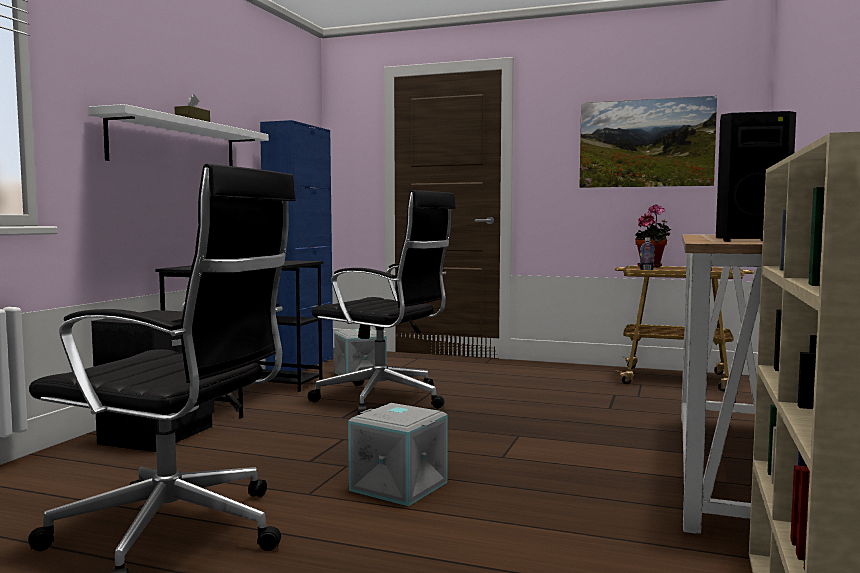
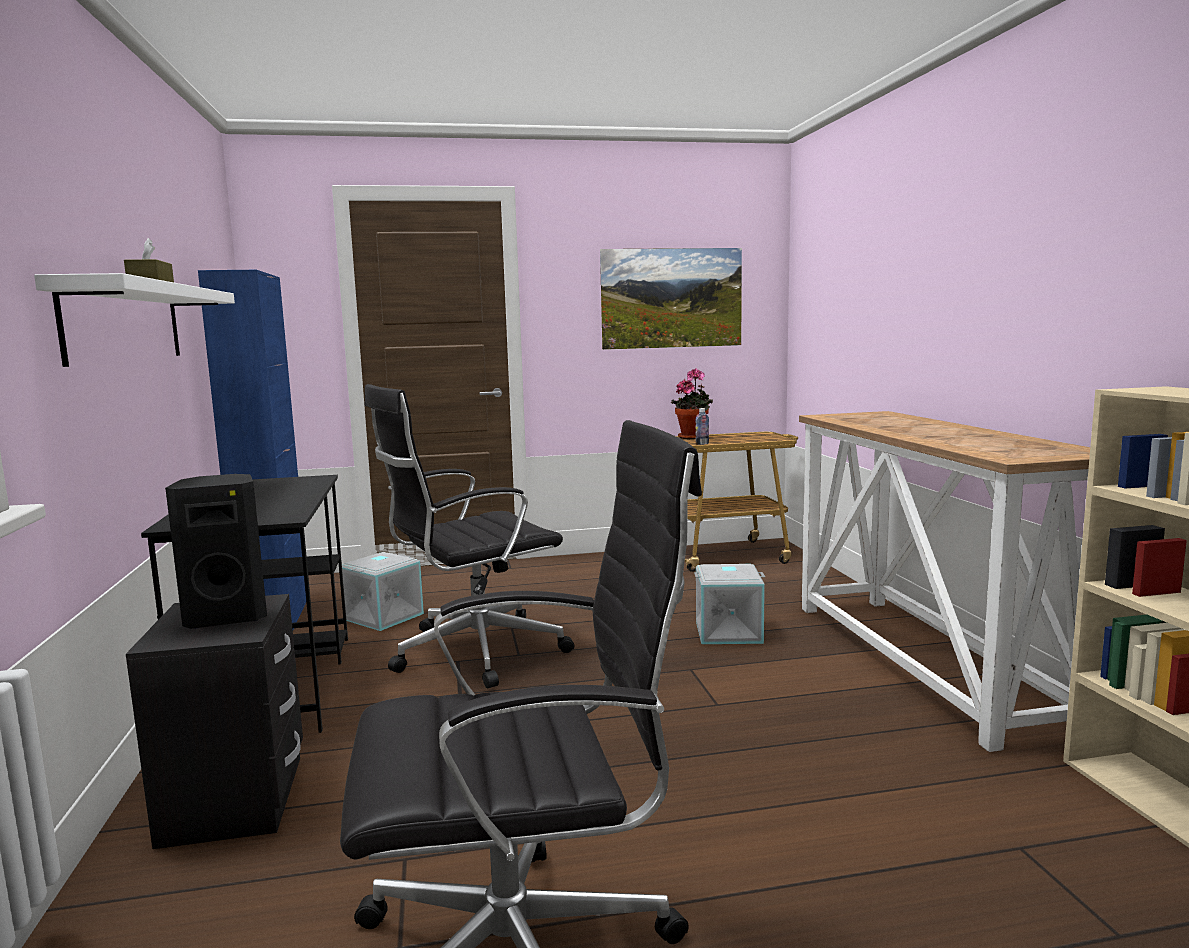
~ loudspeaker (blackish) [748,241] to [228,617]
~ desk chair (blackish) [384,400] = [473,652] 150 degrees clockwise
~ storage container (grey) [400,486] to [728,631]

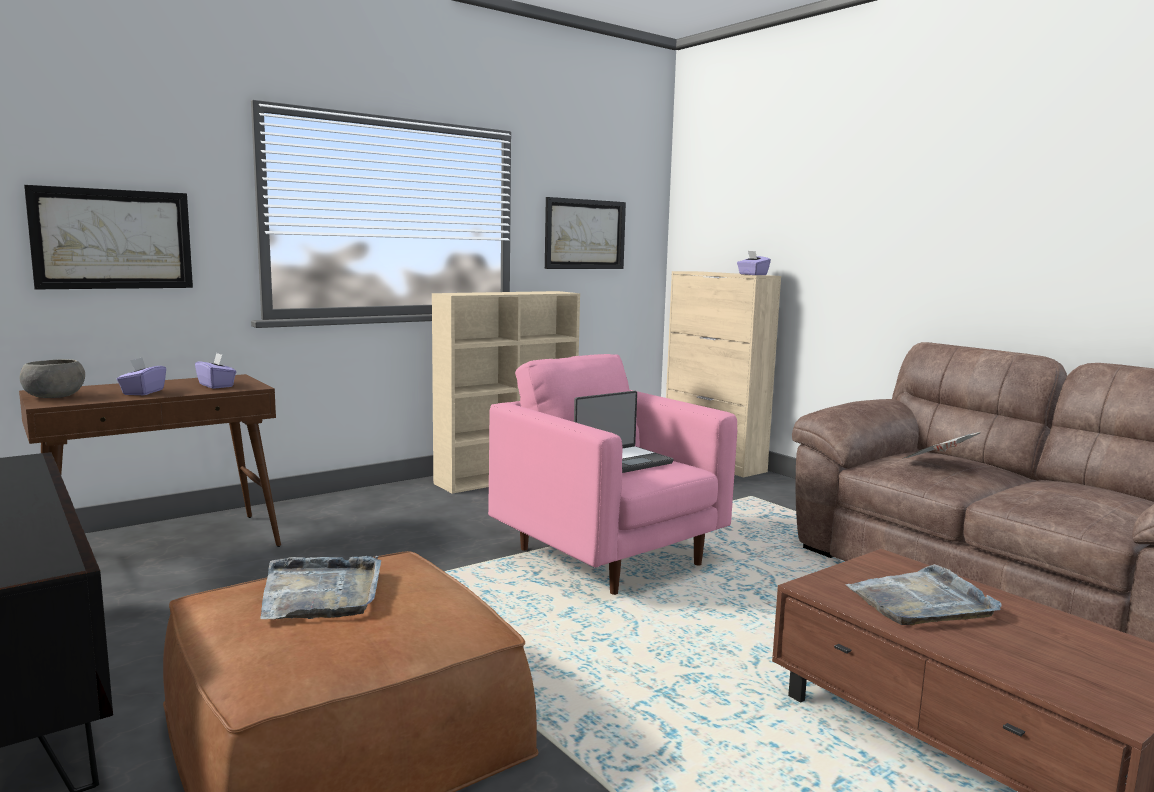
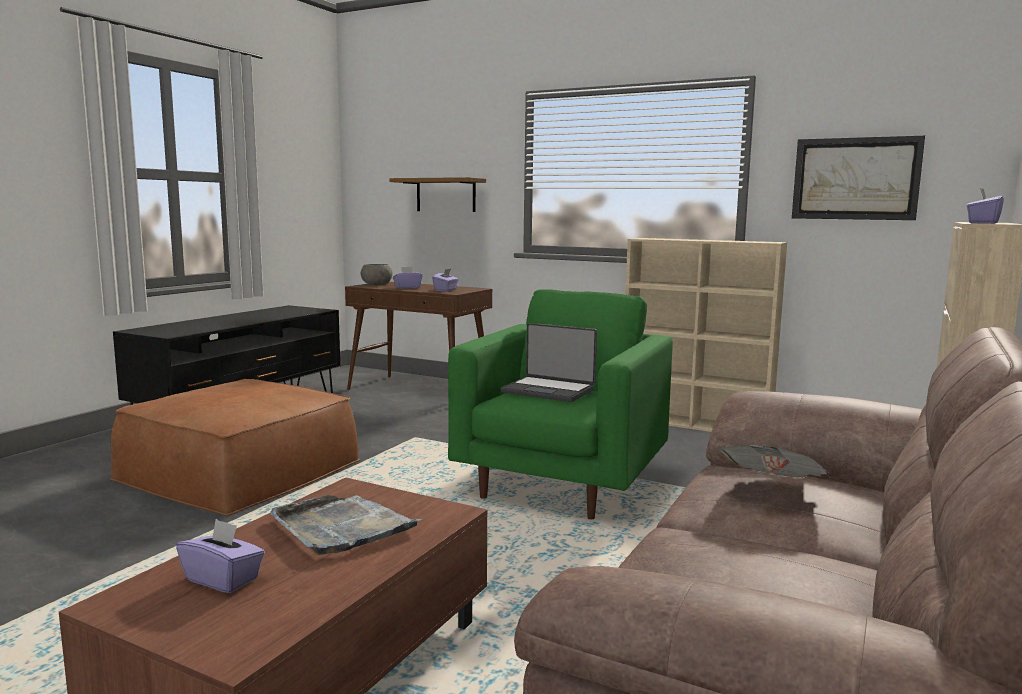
+ tissue box (purple) [223,579]
~ wall picture [113,239] to wall shelf [446,195]
~ easy chair (pinkish) [609,557] to easy chair (greenish) [562,485]
- carrying tray (grey) [321,592]

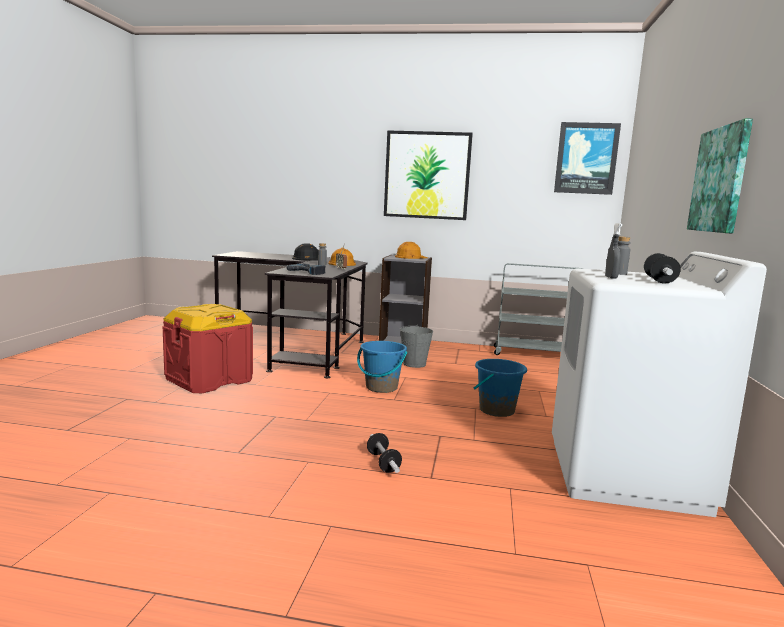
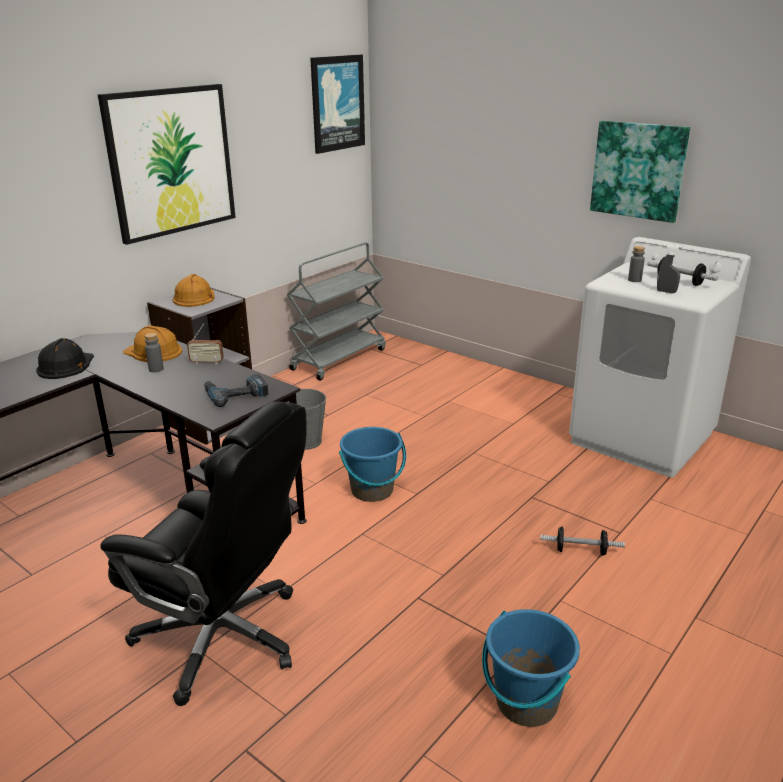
~ storage container (red) [209,380] to desk chair (blackish) [223,637]
~ bucket (bluish) [496,410] to [526,702]

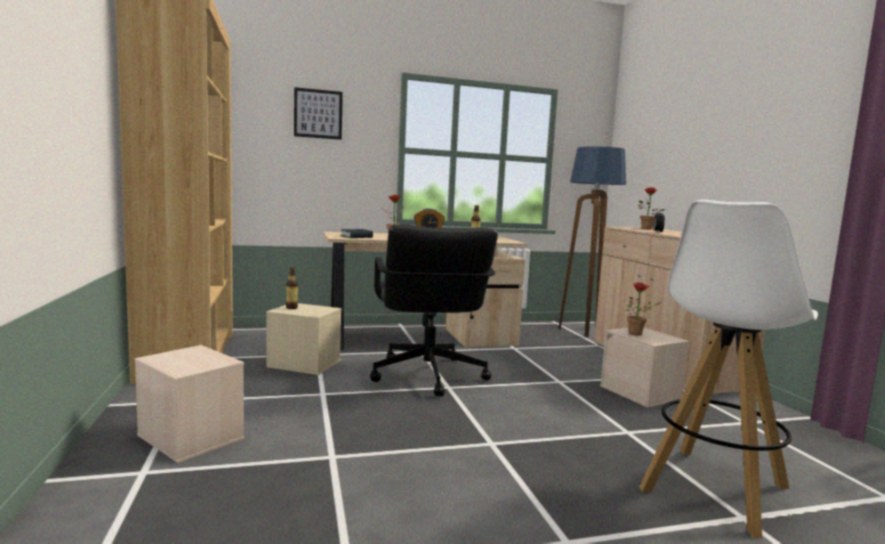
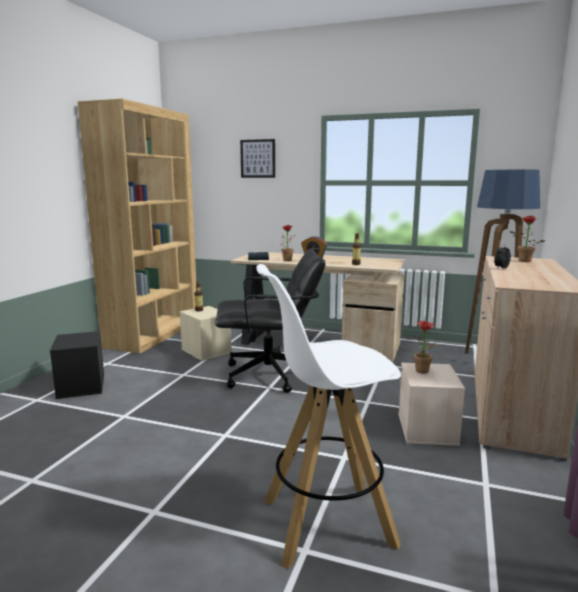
~ storage container (beige-coloured) [189,437] to storage container (blackish) [80,385]
~ desk chair (blackish) [427,375] = [270,375] 120 degrees counterclockwise

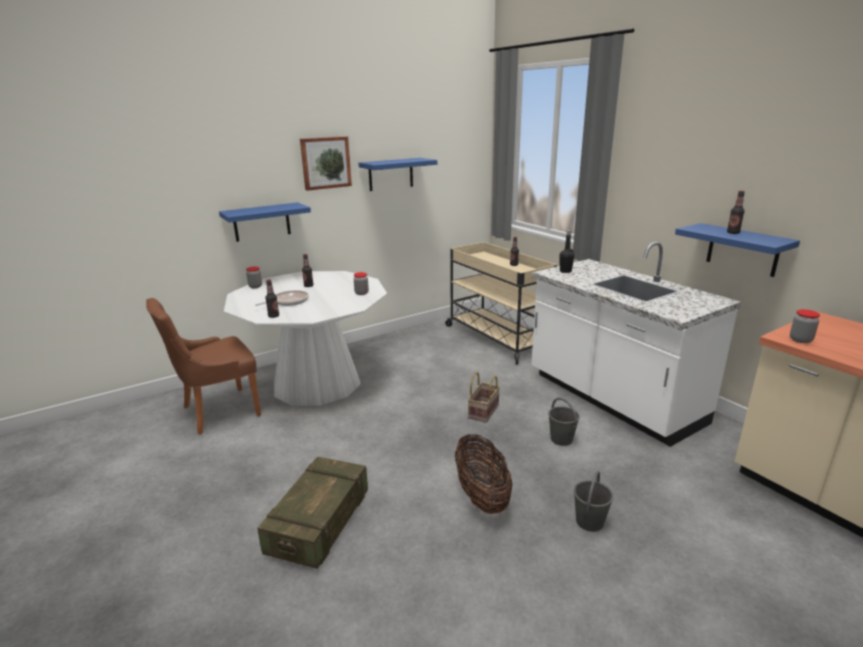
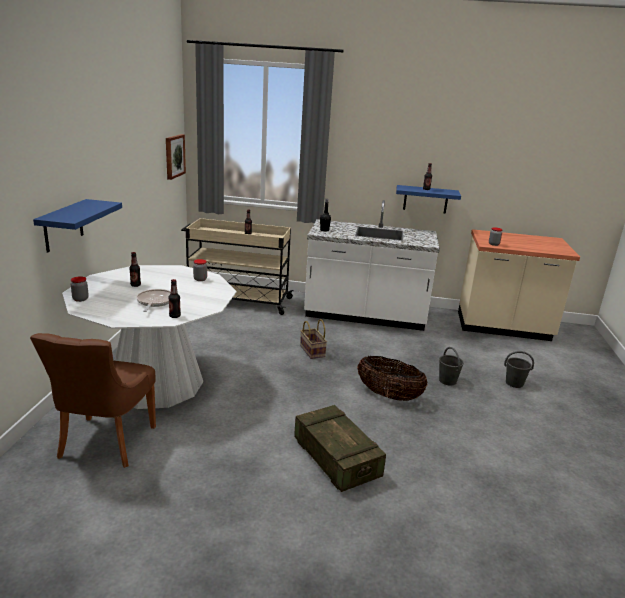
~ wall picture [325,163] to [174,156]
~ bucket (grey) [561,439] to [514,383]
- wall shelf (bluish) [391,174]

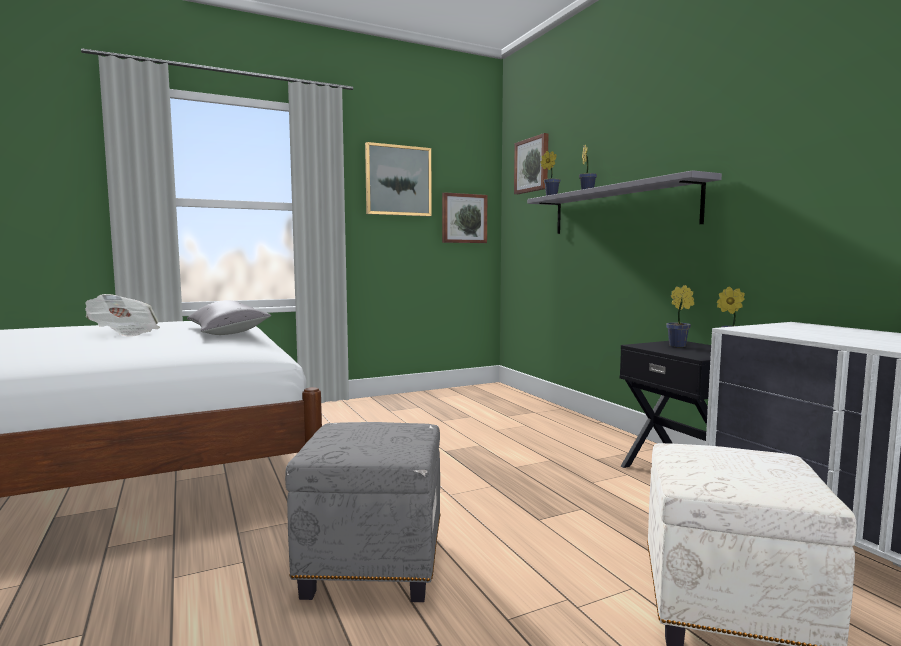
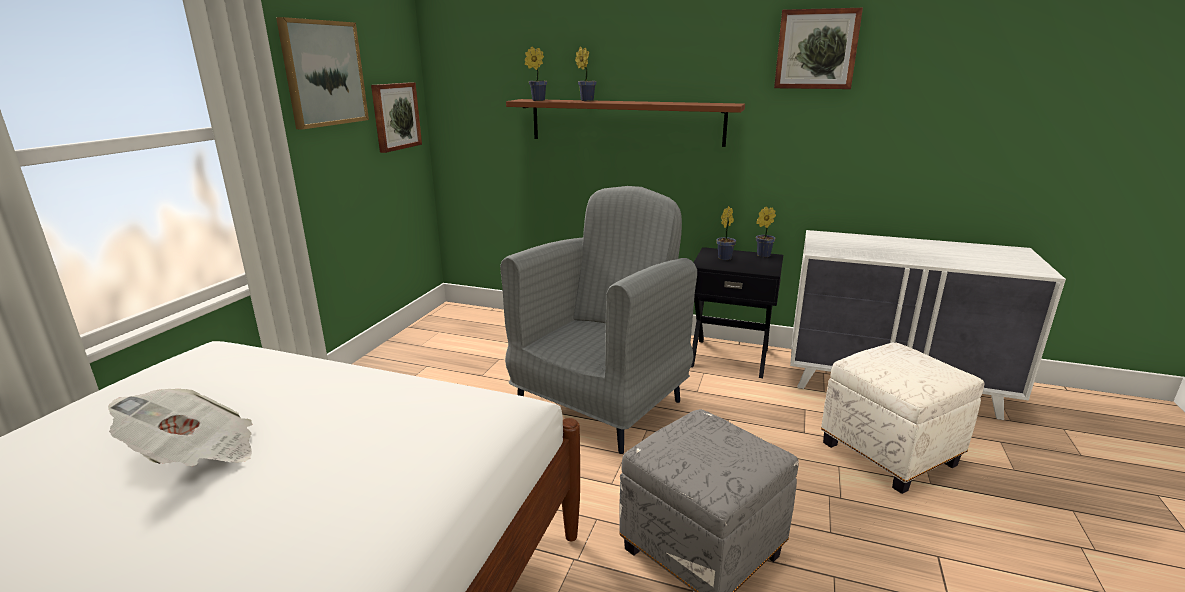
+ easy chair (grey) [601,404]
~ wall shelf (grey) [619,209] to wall shelf (brownish) [625,122]
~ wall picture [532,165] to [816,49]
- pillow (grey) [226,331]

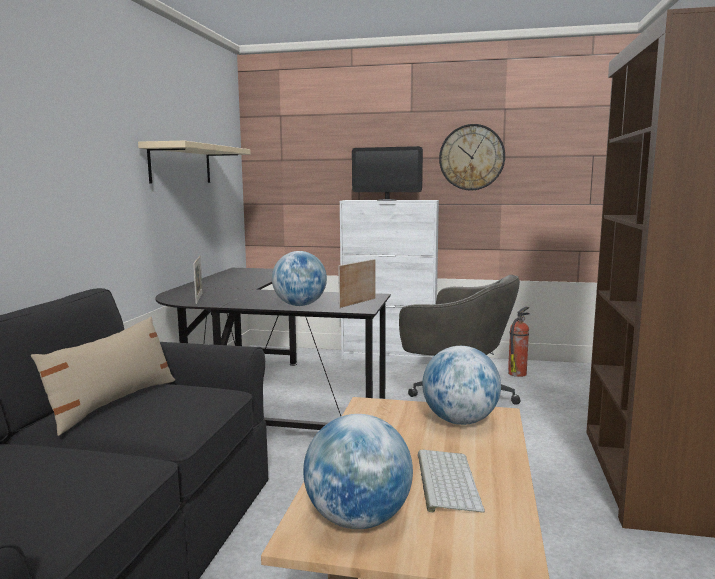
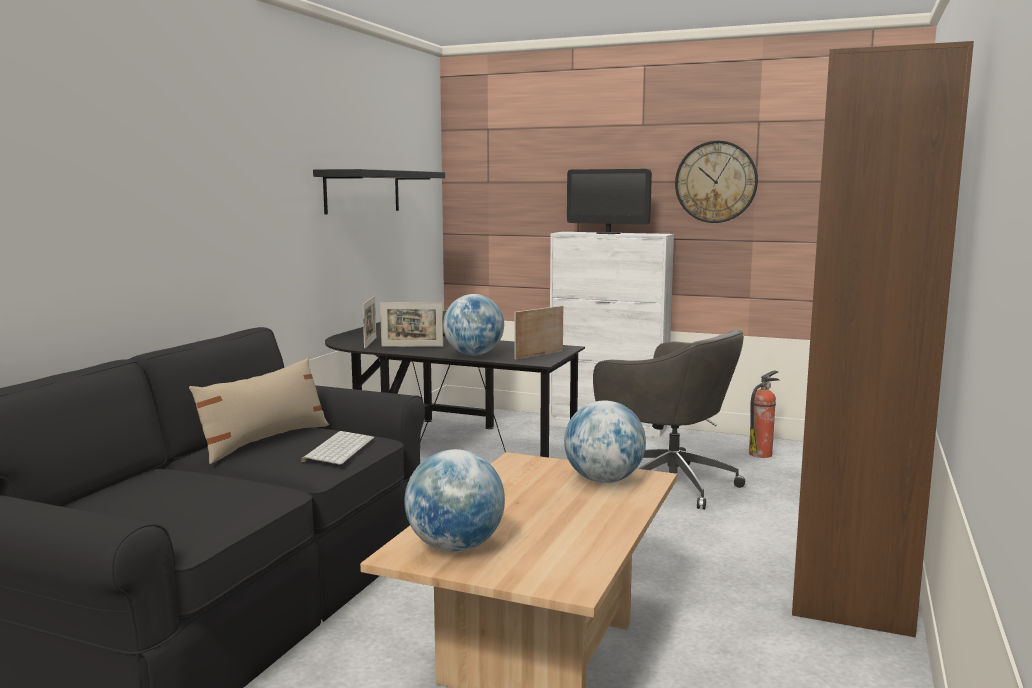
~ keyboard [445,480] to [338,449]
~ wall shelf (beige-coloured) [181,164] to wall shelf (blackish) [363,191]
+ picture frame [412,346]

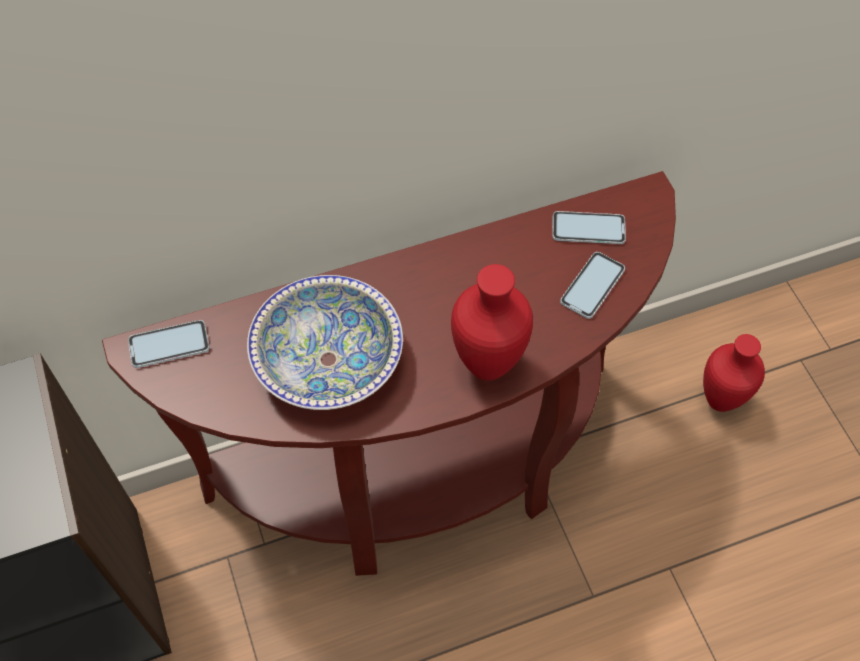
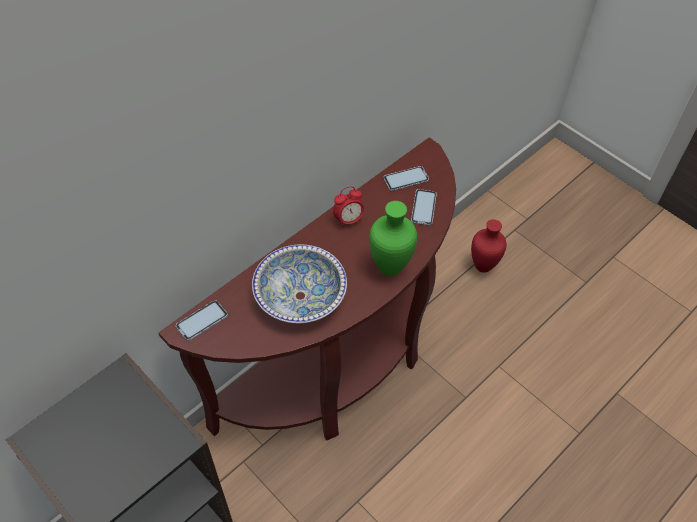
+ bedside clock [348,220]
~ flower vase (red) [489,364] to flower vase (greenish) [390,266]

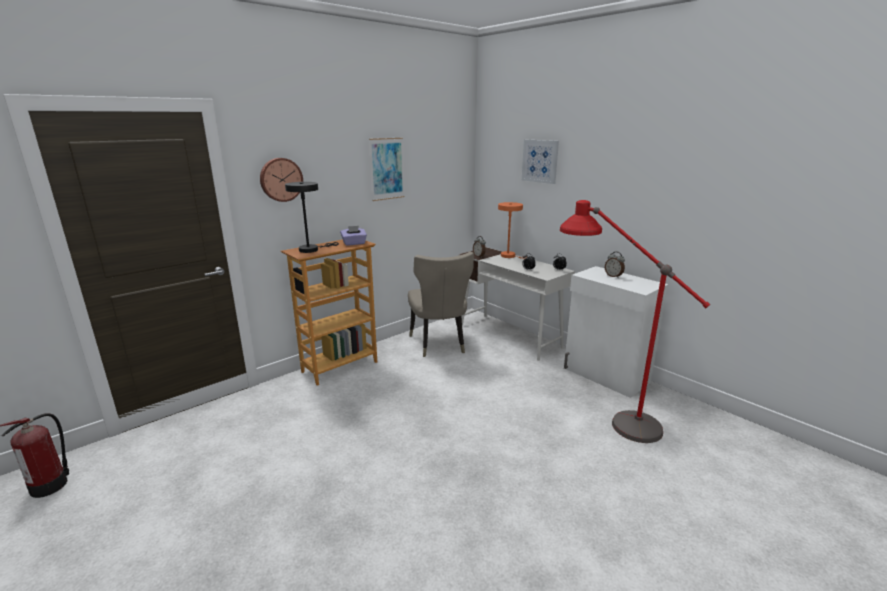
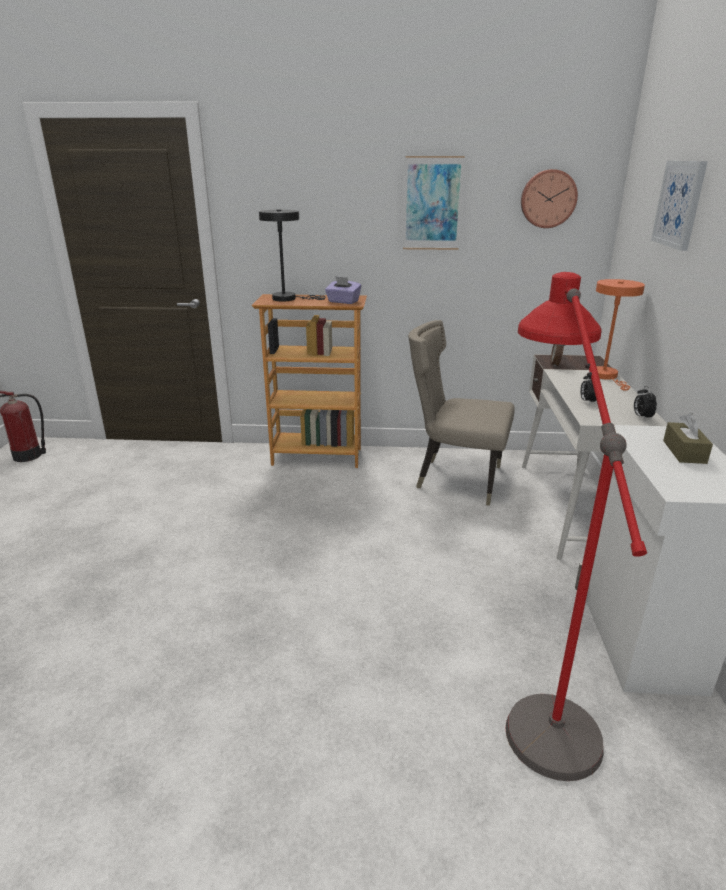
~ upright chair (beige-coloured) [439,344] = [455,479] 75 degrees clockwise
~ clock on the wall [281,179] to [548,199]
~ bedside clock [613,276] to tissue box (brownish) [684,452]

